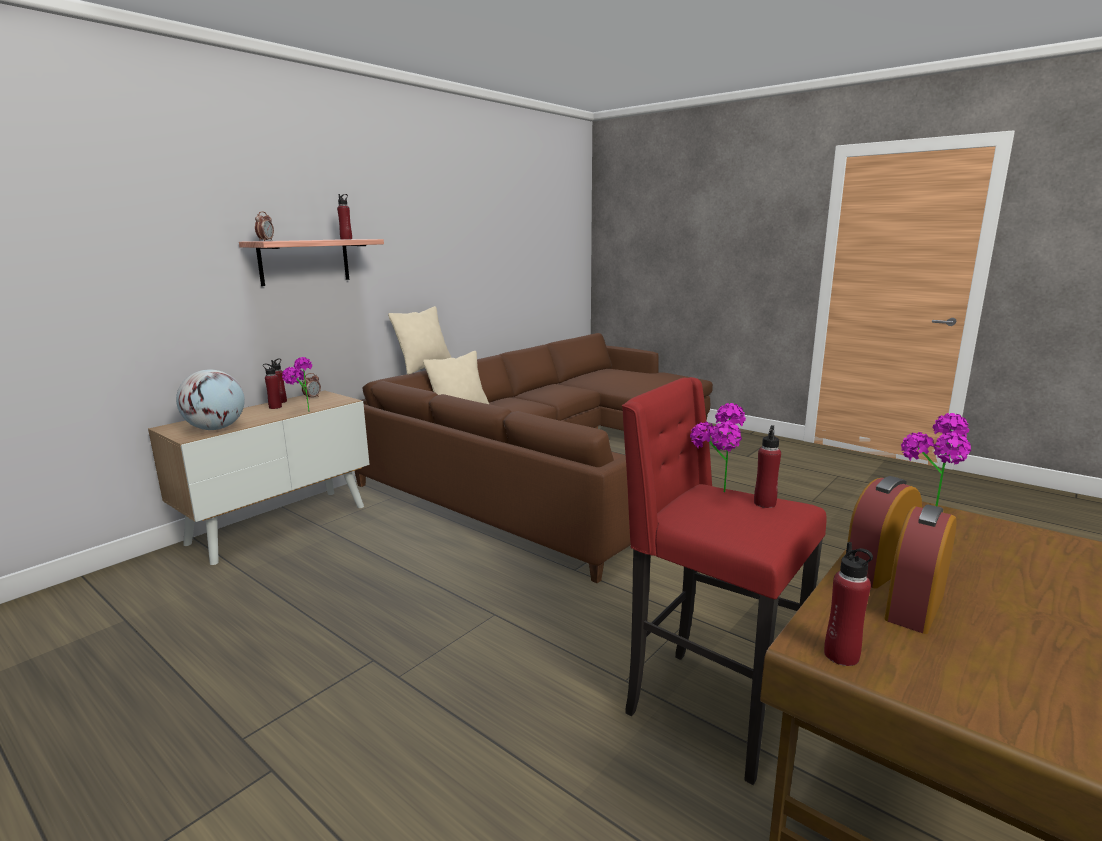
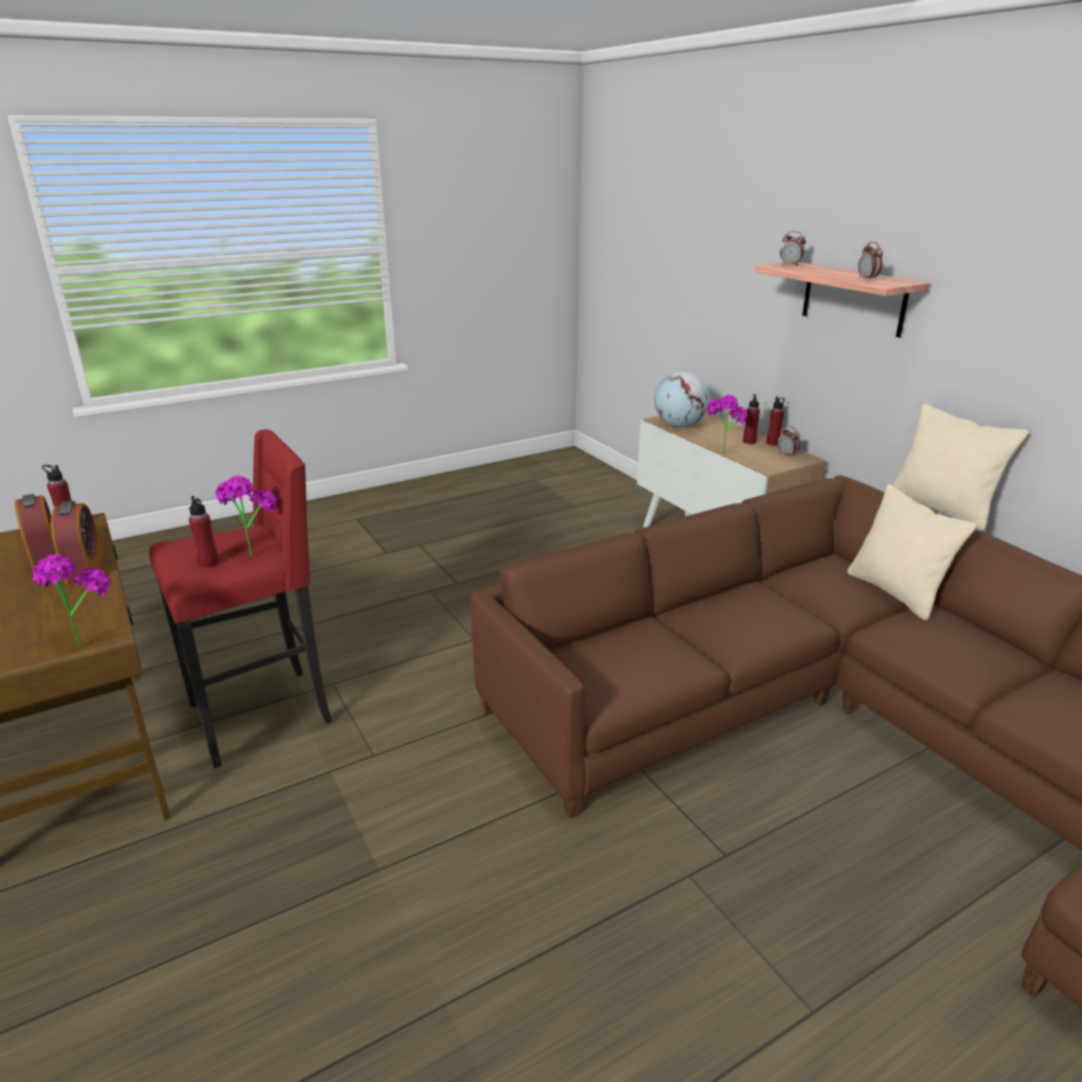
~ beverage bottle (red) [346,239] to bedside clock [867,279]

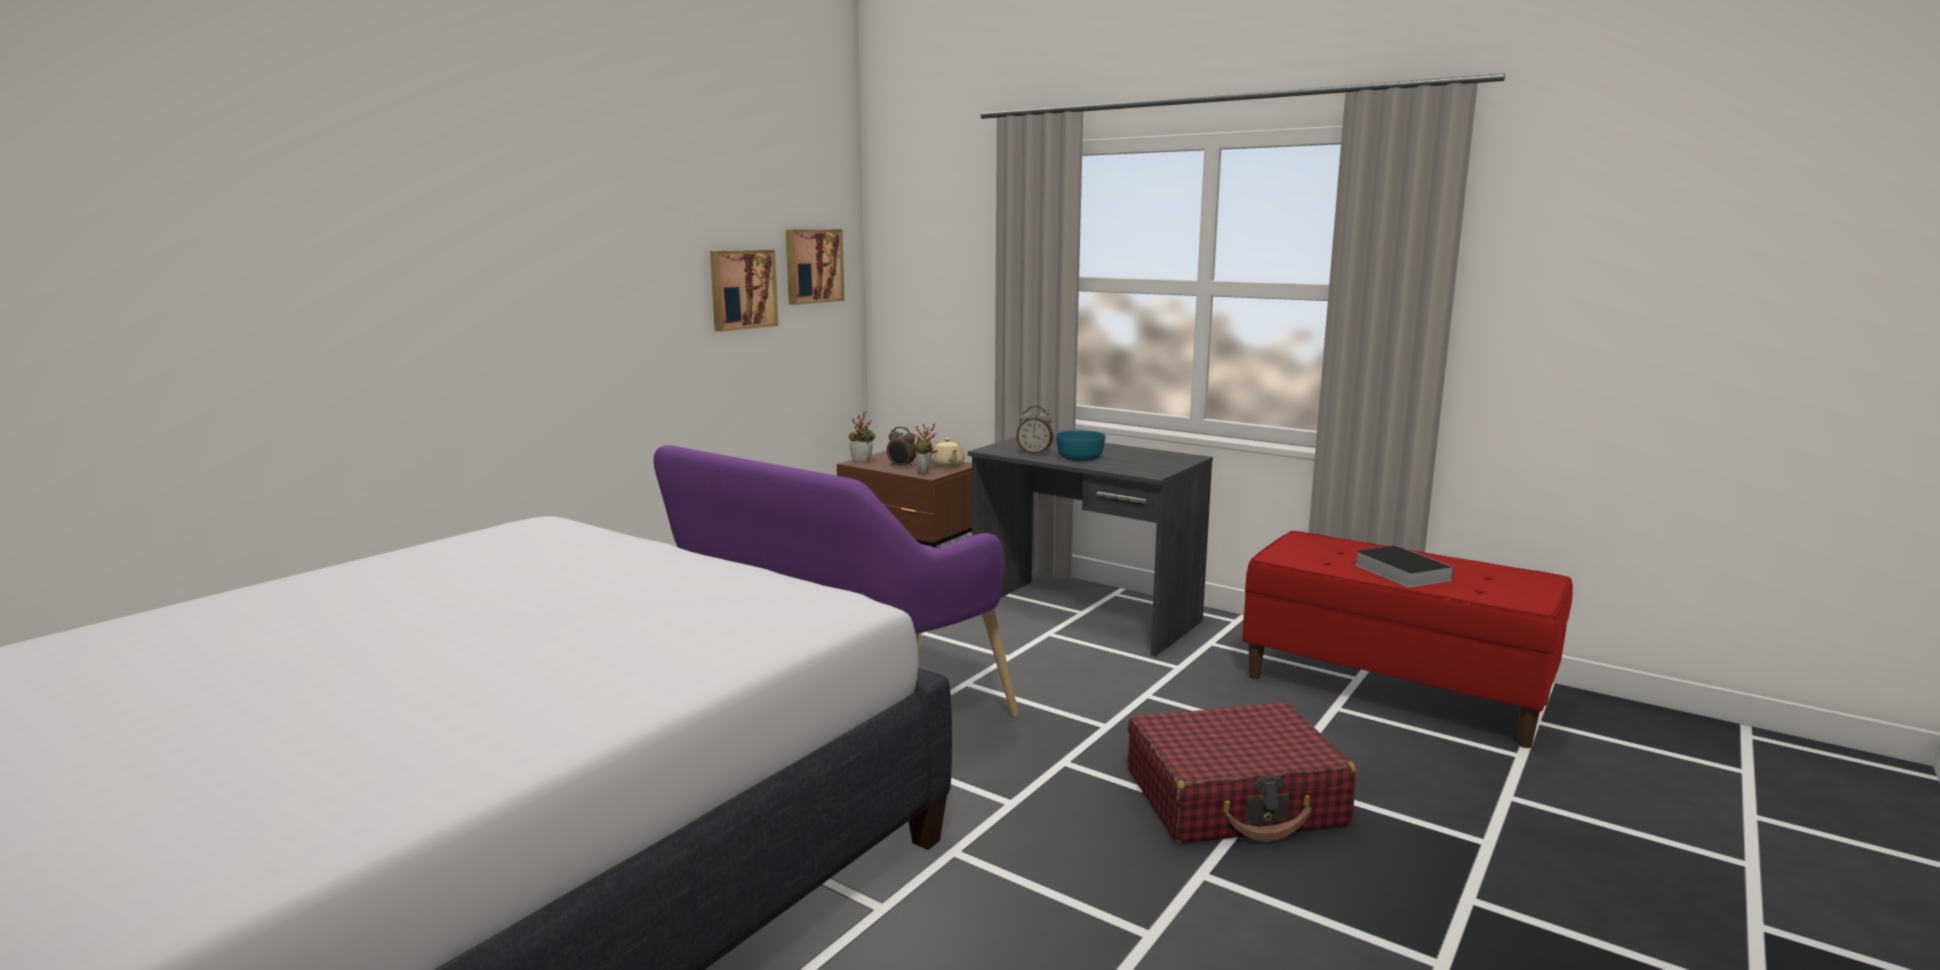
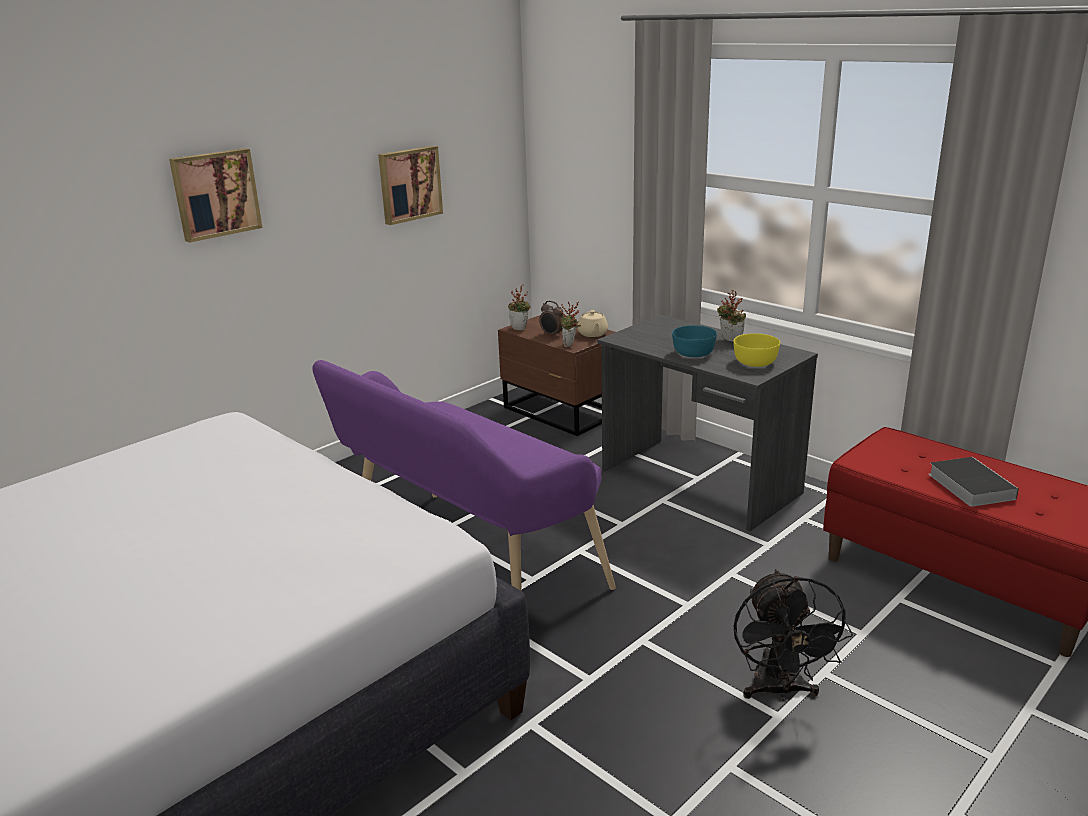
~ wall picture [812,266] to [215,194]
+ houseplant [729,340]
+ serving bowl (yellow-coloured) [755,362]
~ travel case (red) [1235,799] to fan (blackish) [779,691]
- bedside clock [1034,453]

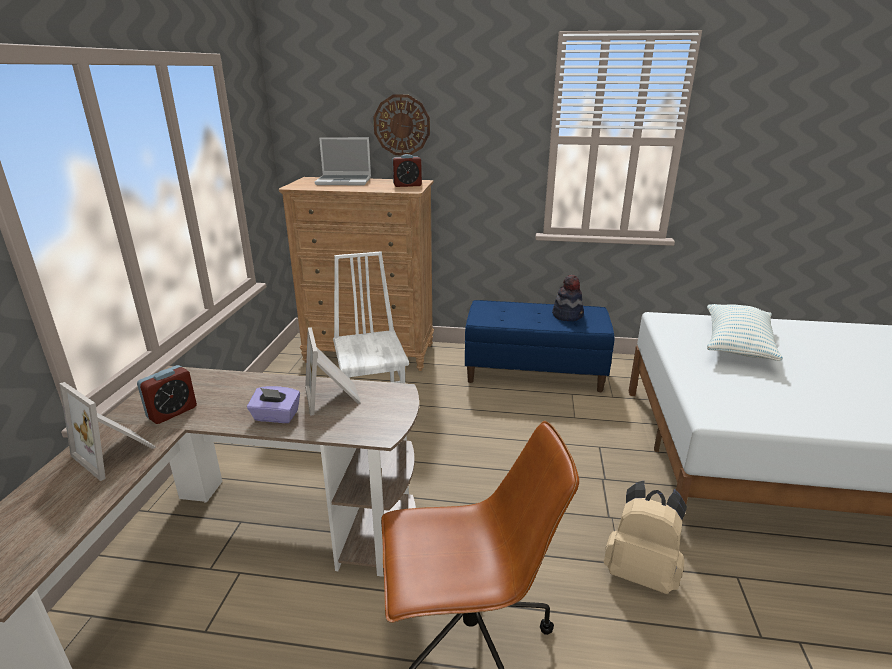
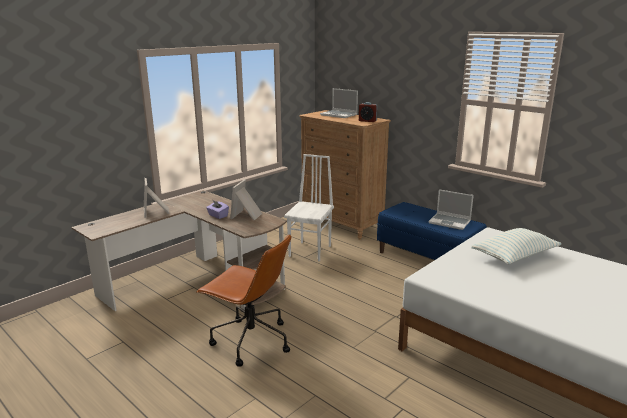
~ wearable hat [567,315] to portable computer [450,222]
- bedside clock [172,412]
- clock on the wall [402,125]
- backpack (beige-coloured) [641,572]

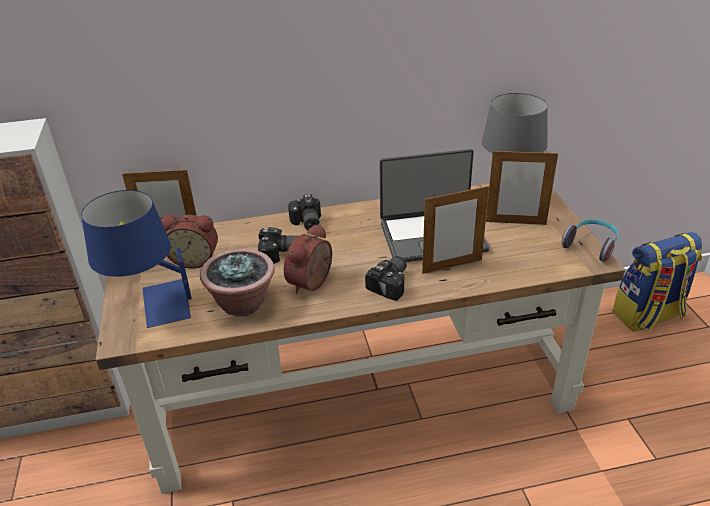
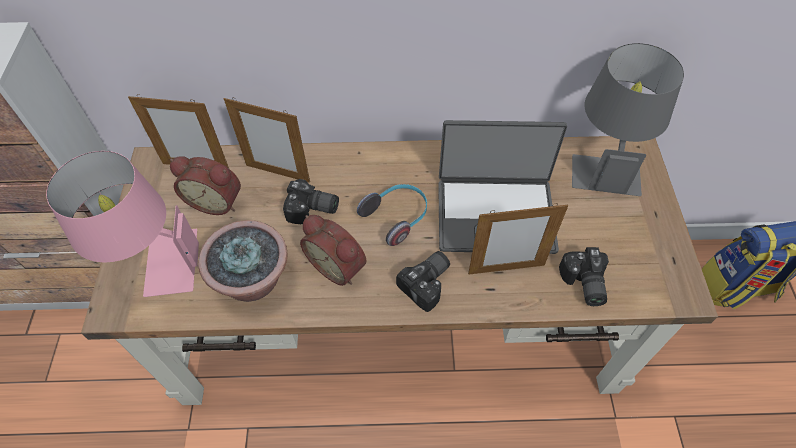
~ table lamp (bluish) [151,306] to table lamp (pinkish) [154,264]
~ picture frame [515,223] to [278,173]
~ bedside clock [313,283] = [338,265] 90 degrees counterclockwise
~ pair of headphones [591,246] to [397,217]
~ still camera [306,223] to [582,284]

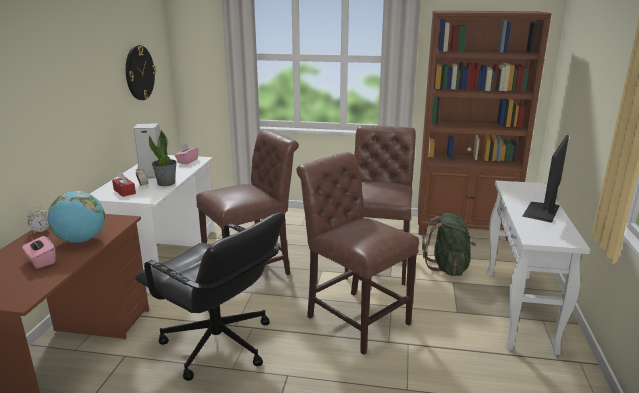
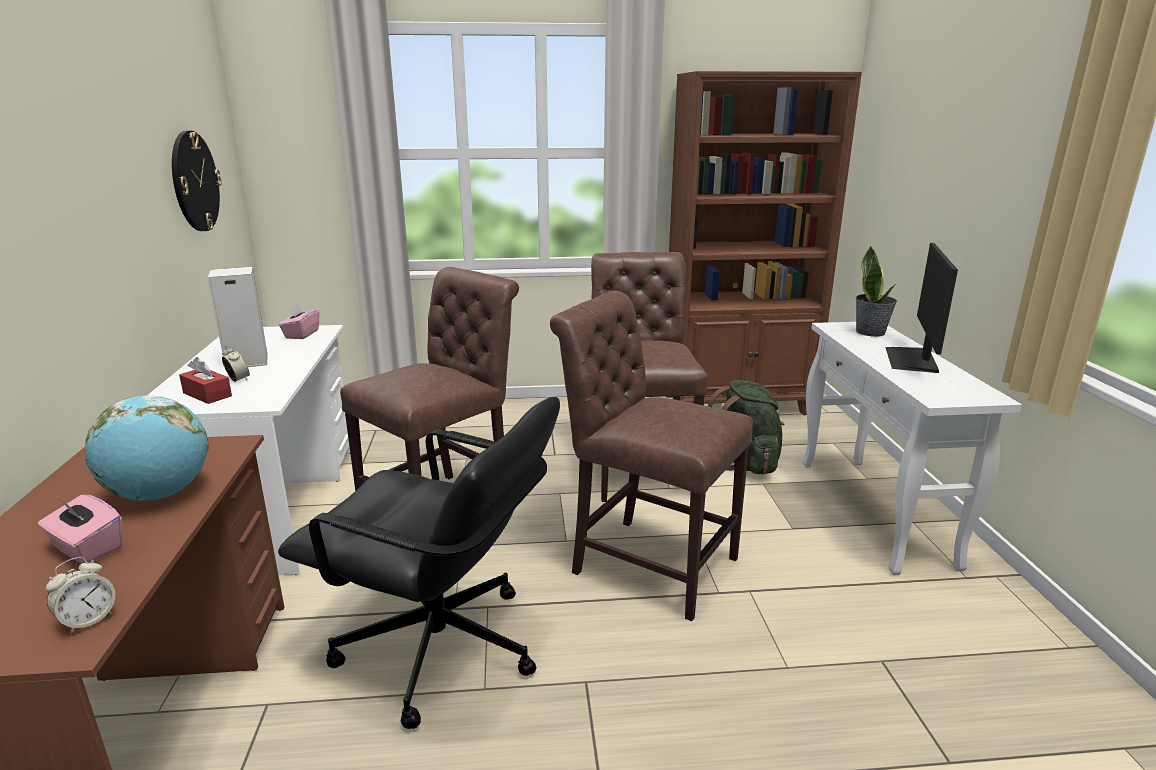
~ bedside clock [40,230] to [88,620]
~ houseplant [166,183] to [871,332]

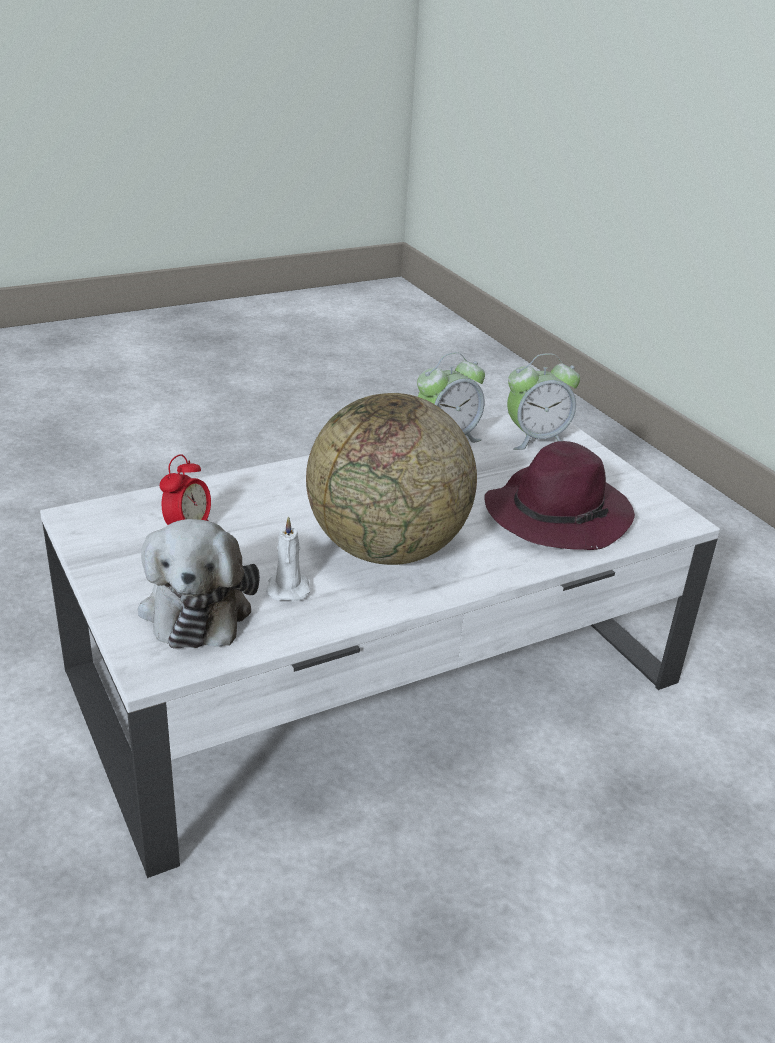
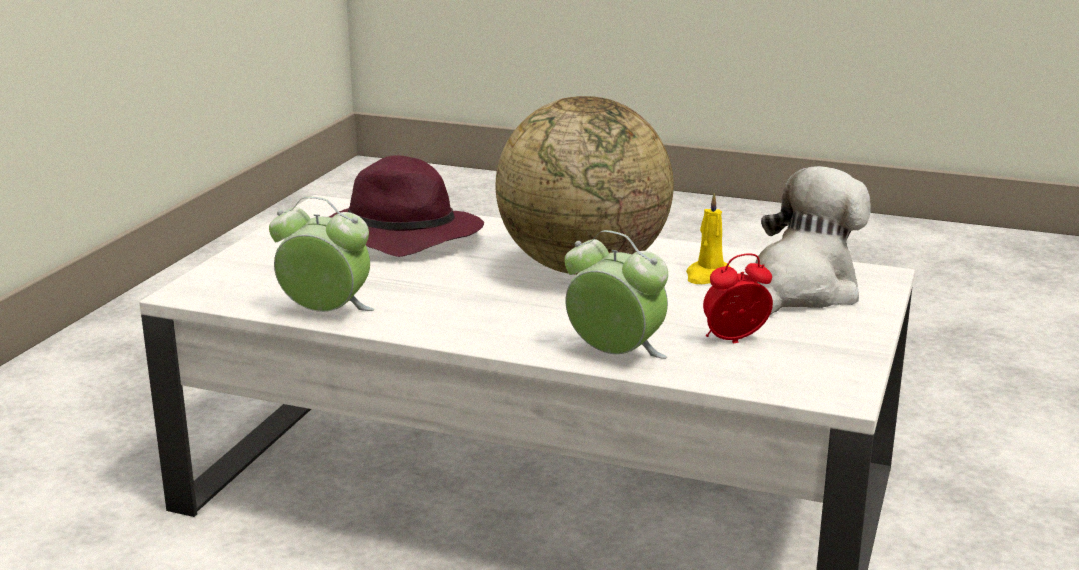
~ bedside clock [536,439] to [615,355]
~ wax candle (whitish) [288,588] to wax candle (yellow-coloured) [708,276]

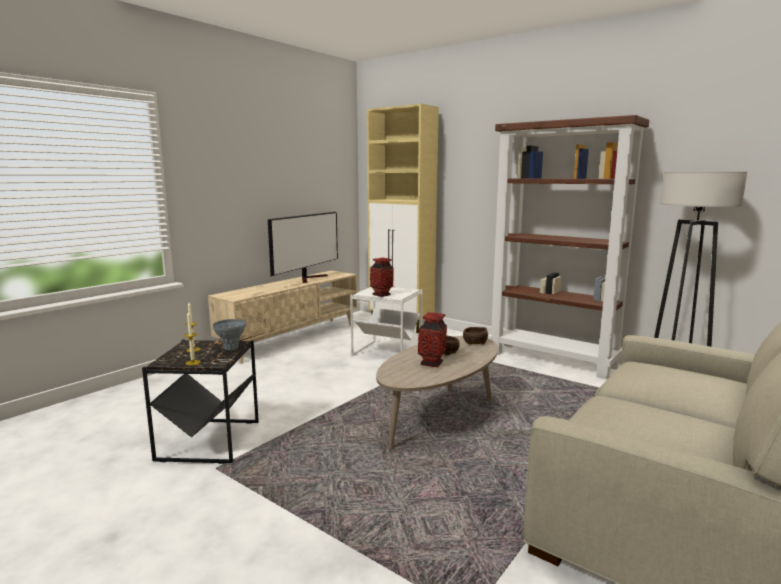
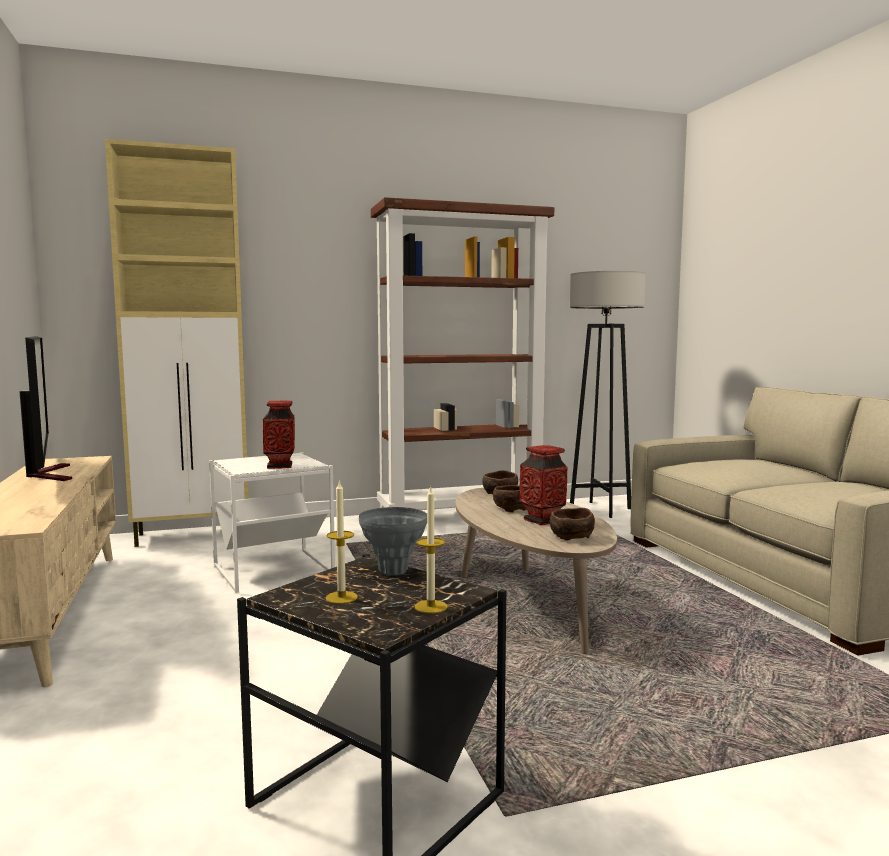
+ serving bowl (brownish) [571,537]

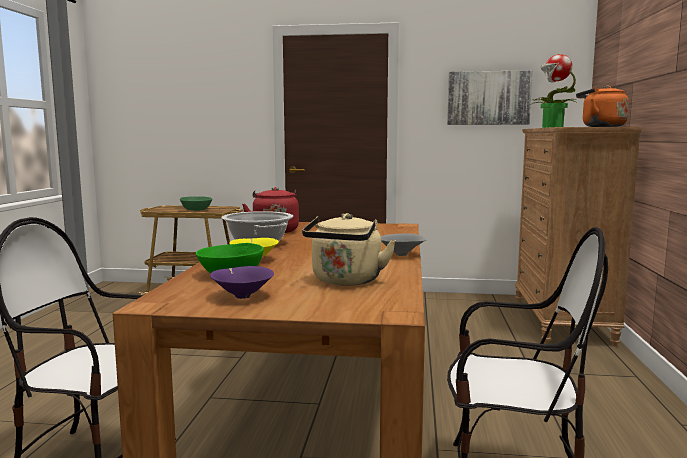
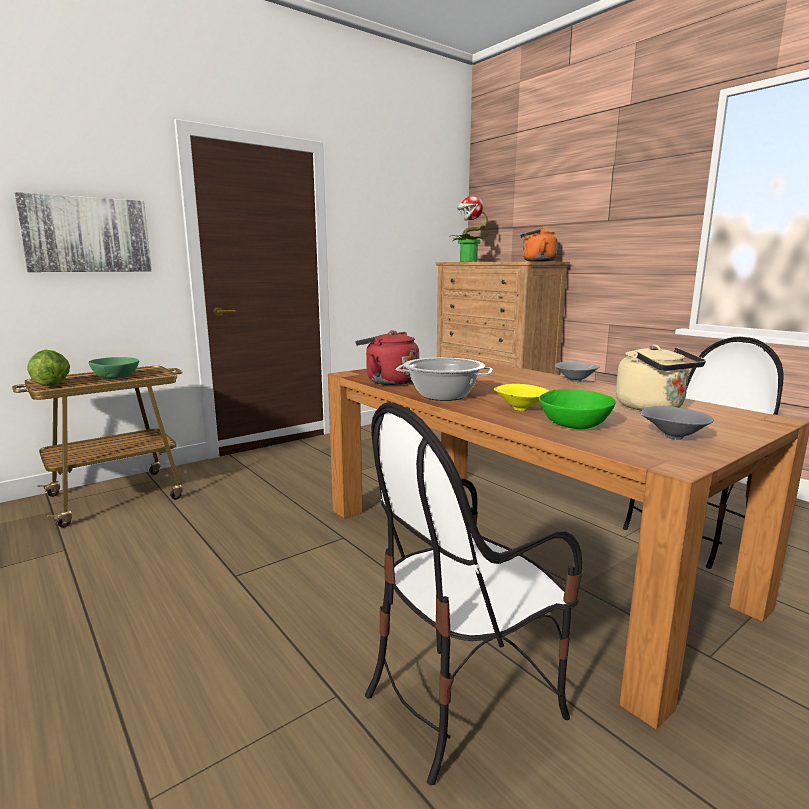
~ wall picture [488,98] to [87,235]
+ head of lettuce [51,385]
~ serving bowl (purple) [242,296] to serving bowl (grey) [672,437]

